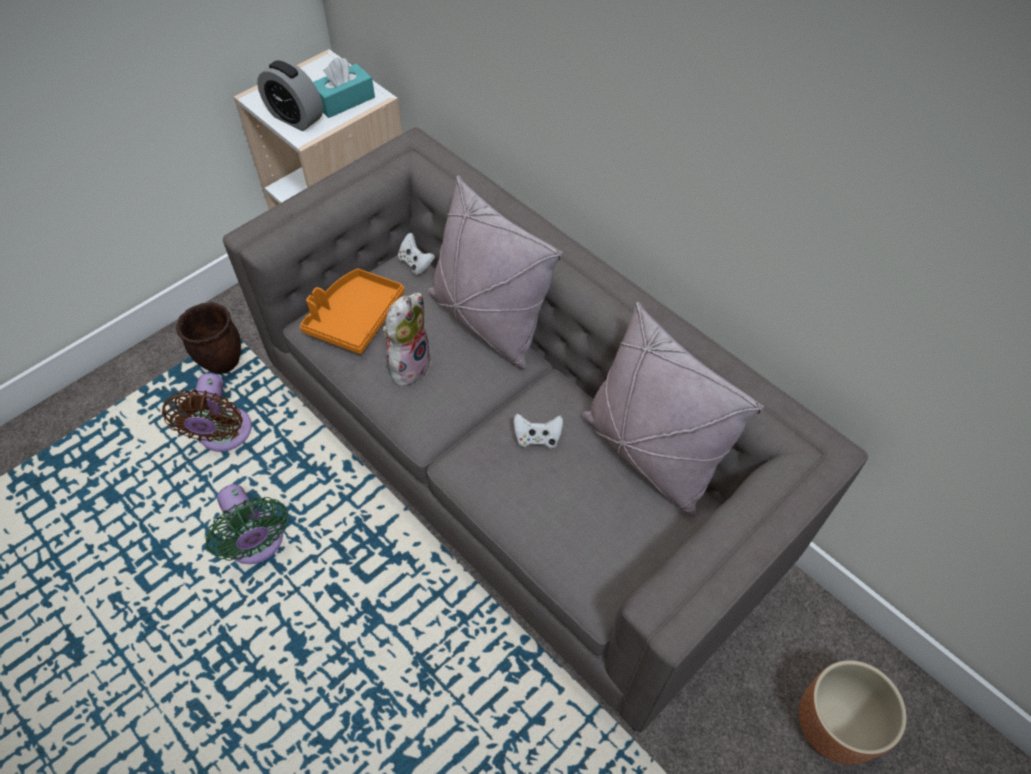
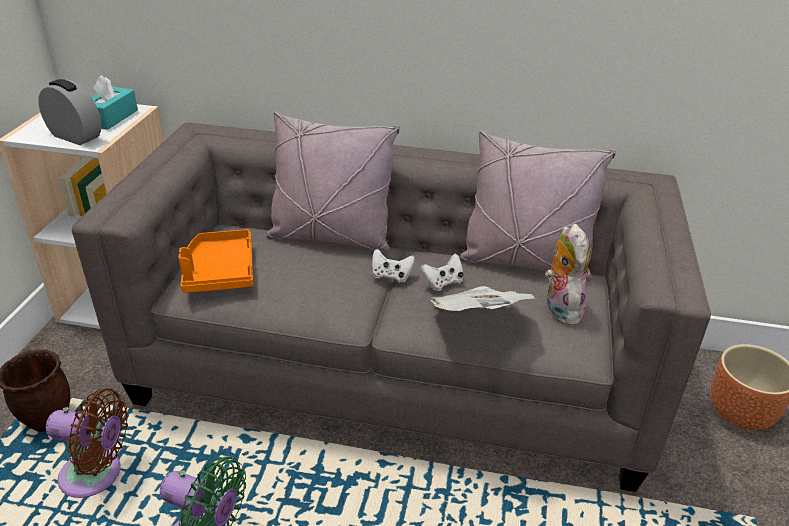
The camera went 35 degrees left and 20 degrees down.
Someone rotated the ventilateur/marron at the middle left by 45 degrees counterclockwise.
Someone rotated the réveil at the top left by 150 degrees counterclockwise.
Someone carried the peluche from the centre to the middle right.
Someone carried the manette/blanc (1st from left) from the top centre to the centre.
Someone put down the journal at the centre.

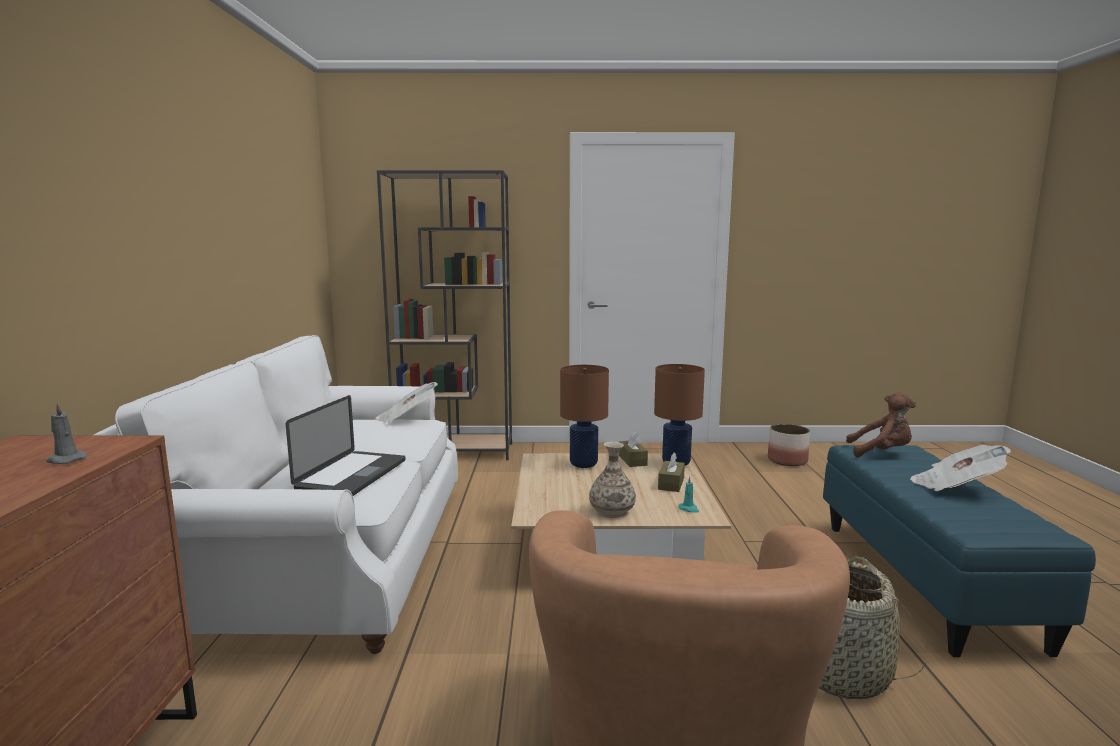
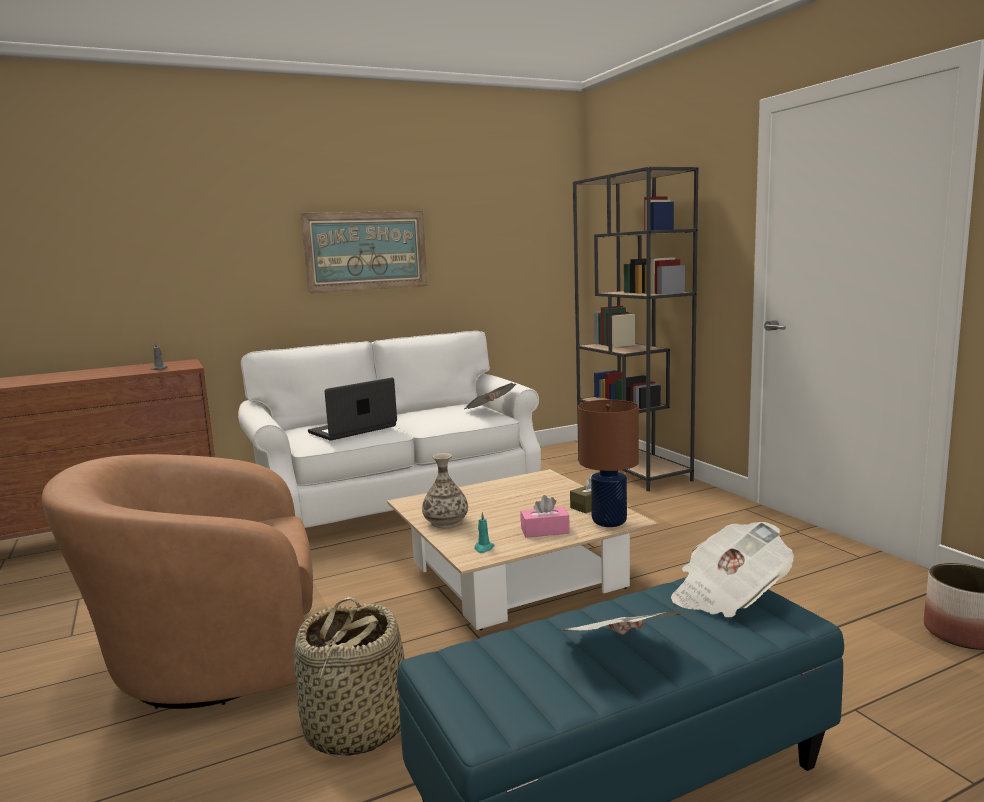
The camera went 65 degrees right and 0 degrees up.
Someone rotated the ordinateur portable at the middle left by 150 degrees clockwise.
Someone took away the lampe de table/marron (1st from left) at the centre.
Someone repainted the boîte à mouchoirs/marron (2nd from left) at the centre, which became the boîte à mouchoirs/rose at the centre.
Someone swapped the peluche/marron at the middle right for the journal (3rd from left) at the bottom right.
Someone put up the tableau at the top centre.

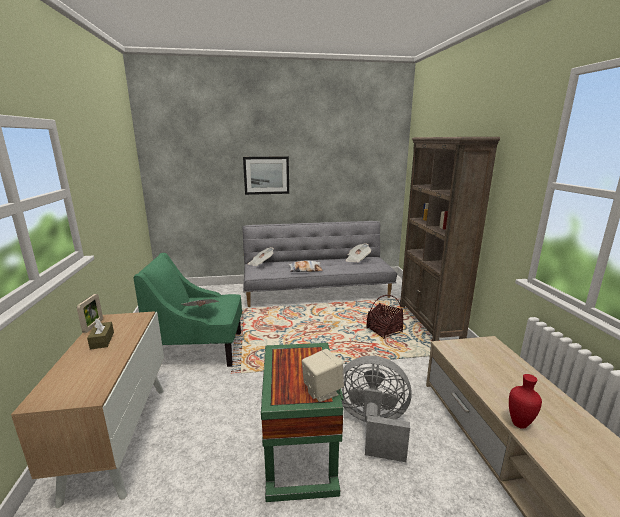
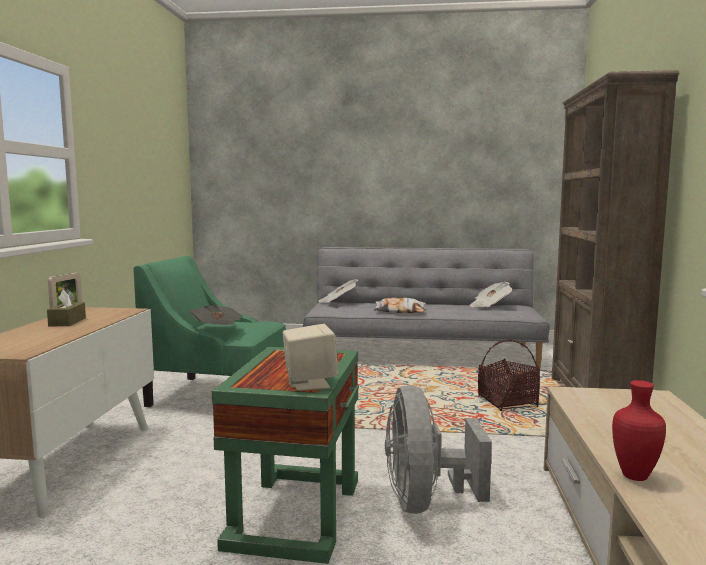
The camera went 15 degrees right and 10 degrees down.
Someone took away the tableau at the centre.
Someone rotated the ventilateur/gris at the bottom centre by 120 degrees counterclockwise.

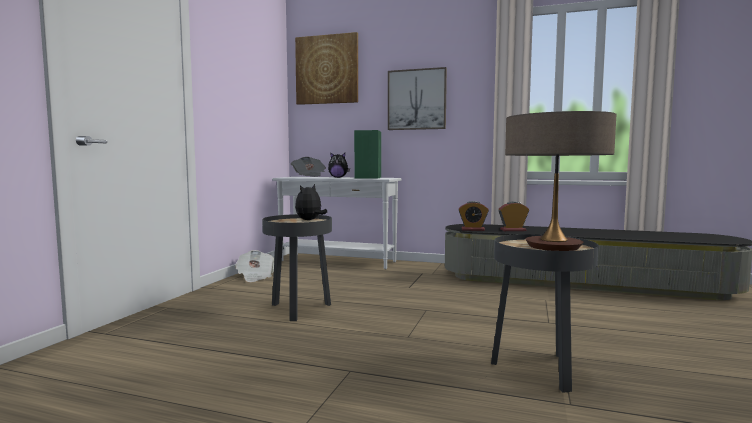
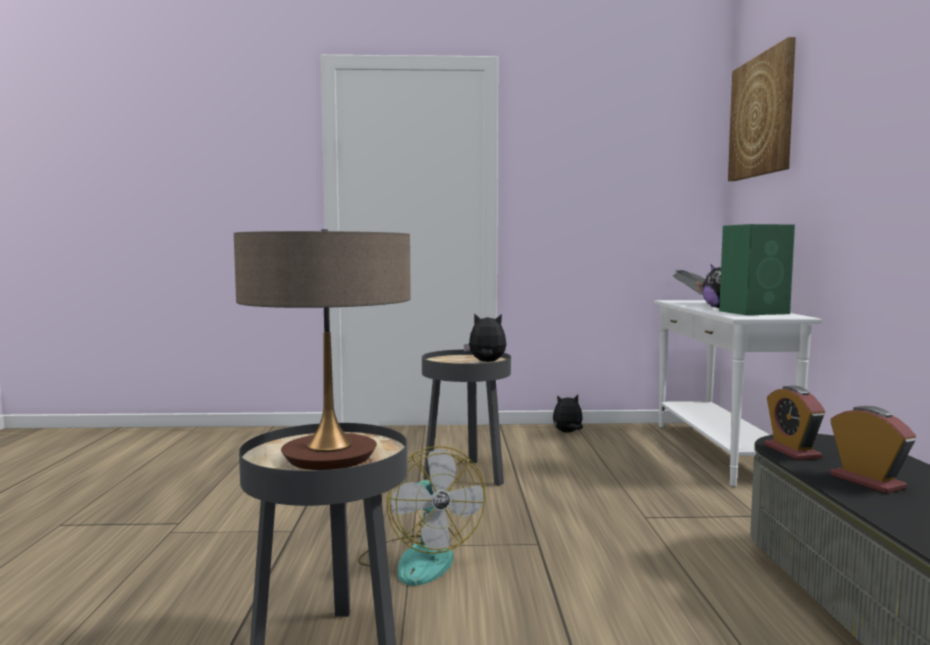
The camera went 70 degrees right and 0 degrees up.
Someone swapped the journal (1st from left) at the centre for the peluche (2nd from left) at the centre.
Someone took away the tableau (2nd from left) at the top centre.
Someone put down the ventilateur at the bottom centre.

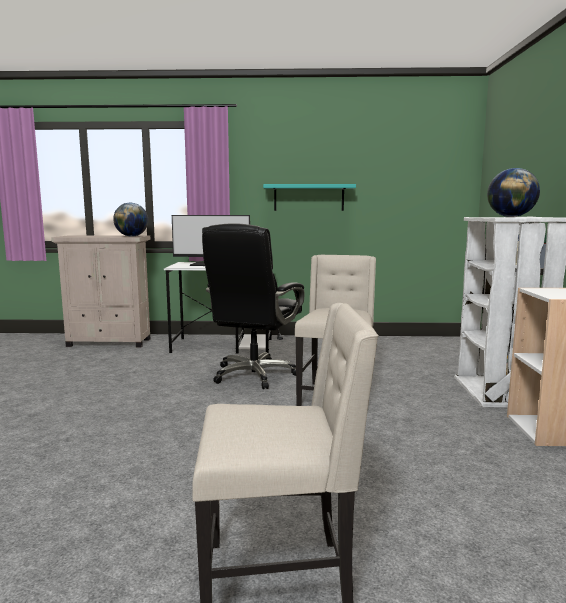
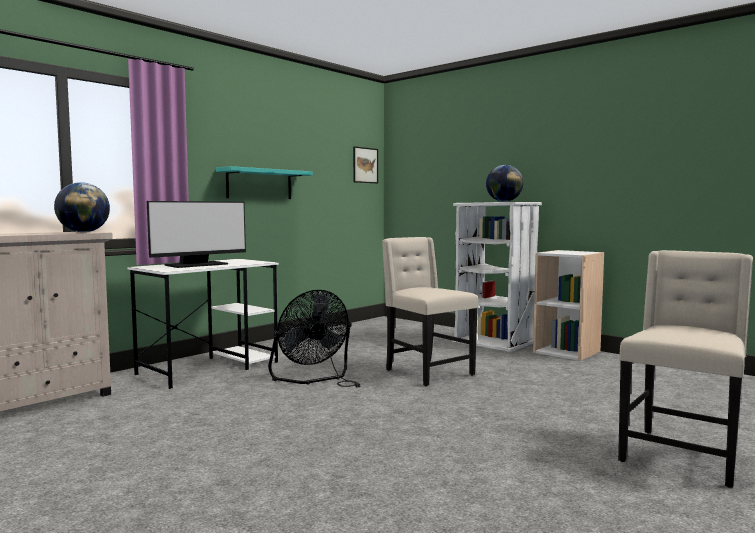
The camera went 50 degrees left and 5 degrees down.
Someone swapped the chaise de bureau/noir at the centre for the ventilateur/noir at the centre.
Someone put up the tableau at the top centre.

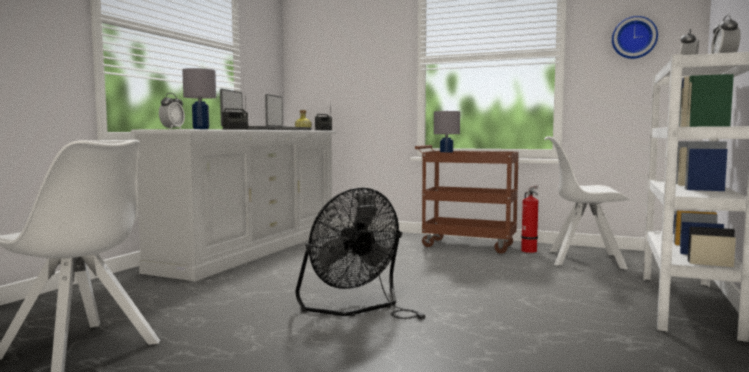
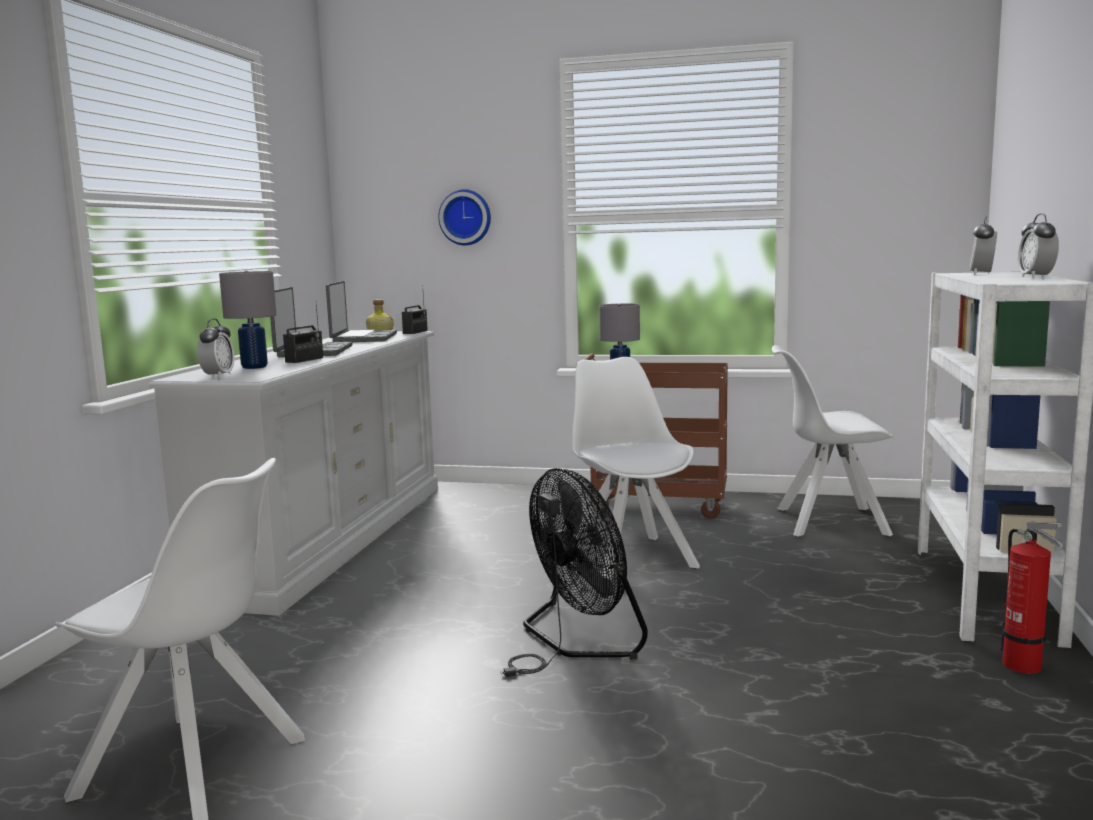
The camera went 10 degrees left and 5 degrees up.
Someone rotated the ventilateur/noir at the bottom centre by 105 degrees clockwise.
Someone carried the extincteur from the middle right to the bottom right.
Someone carried the horloge murale from the top right to the top centre.
Someone put down the chaise/blanc (2nd from left) at the centre.

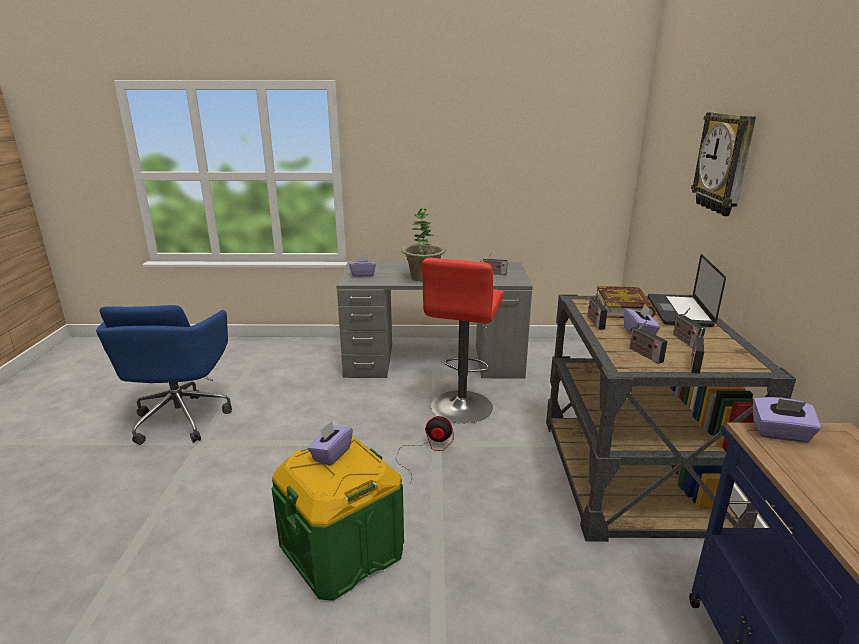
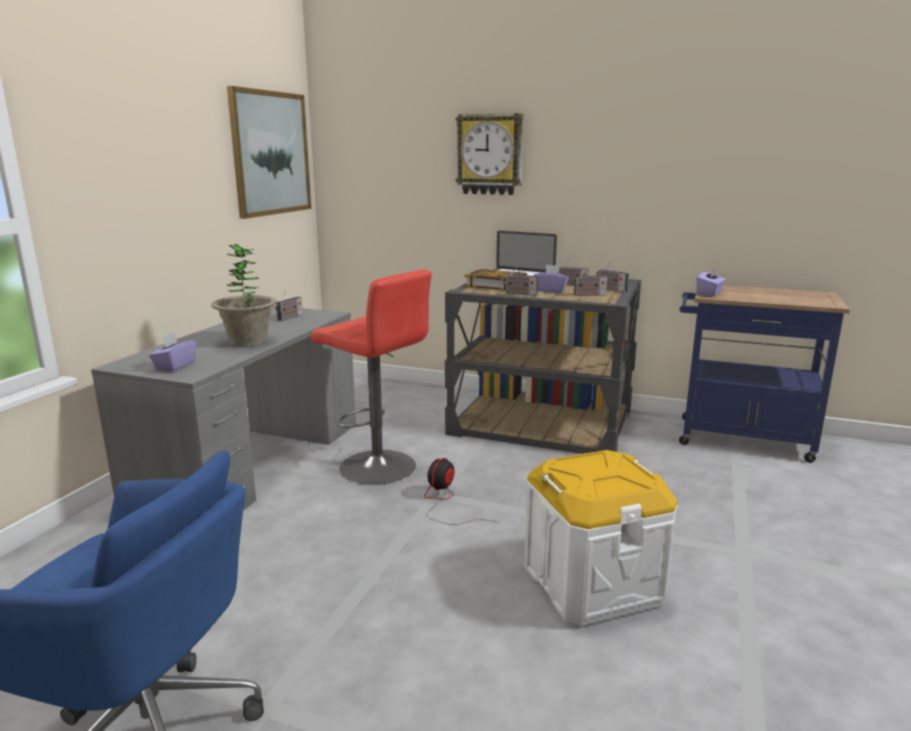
The camera went 70 degrees left and 5 degrees down.
Someone repainted the boîte de rangement/vert at the bottom centre, which became the boîte de rangement/blanc at the bottom centre.
Someone took away the boîte à mouchoirs/violet (1st from left) at the bottom centre.
Someone put up the tableau at the top left.

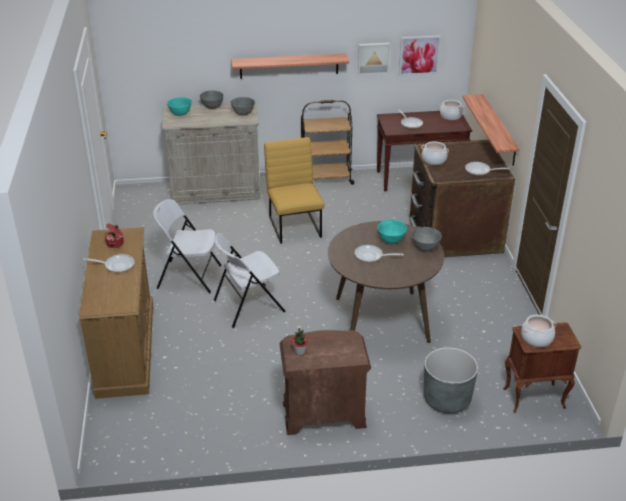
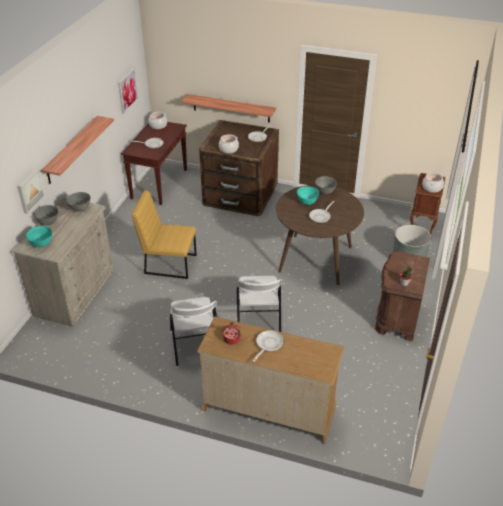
The camera went 65 degrees left and 5 degrees up.
Someone rotated the chaise/blanc (1st from left) at the middle left by 45 degrees counterclockwise.
Someone took away the chariot/marron at the top centre.
Someone carried the tableau (1st from left) from the top centre to the middle left.

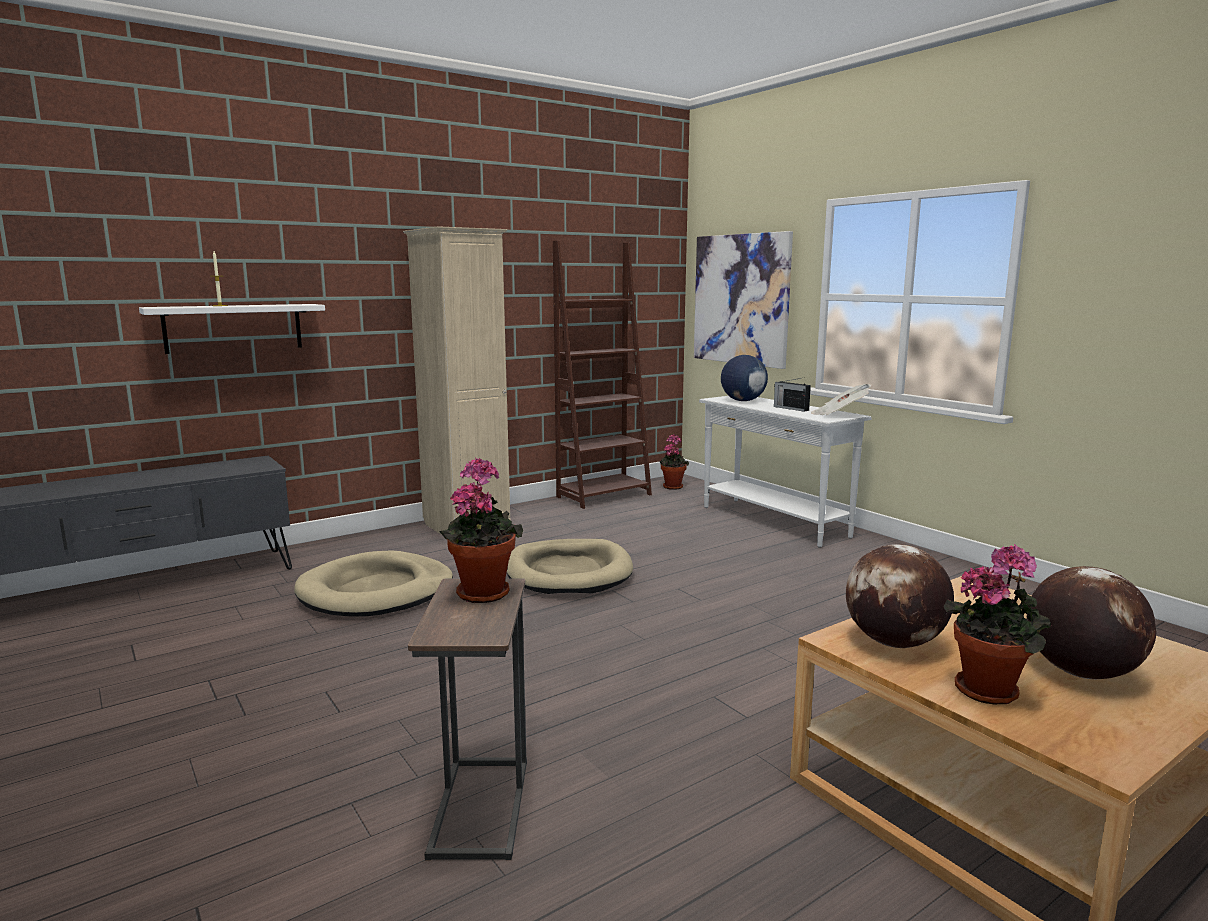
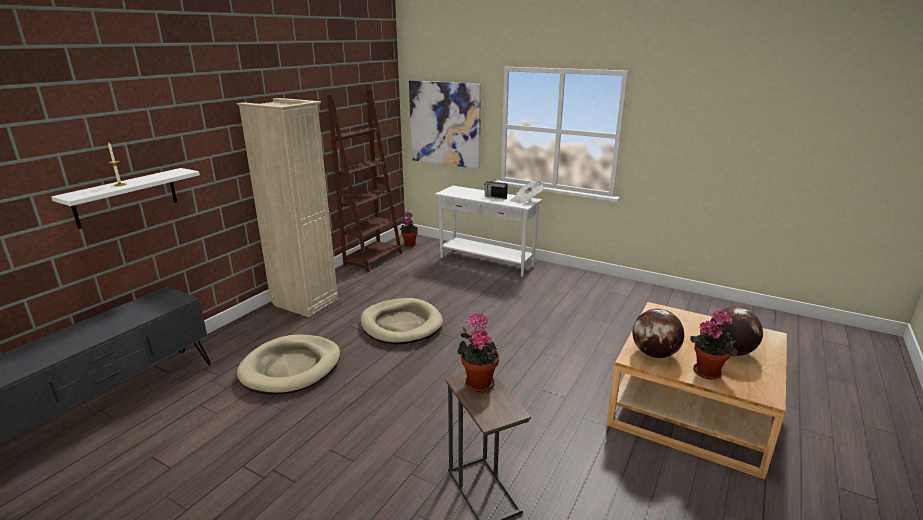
The camera went 25 degrees left and 10 degrees up.
Someone took away the globe (1st from left) at the centre.

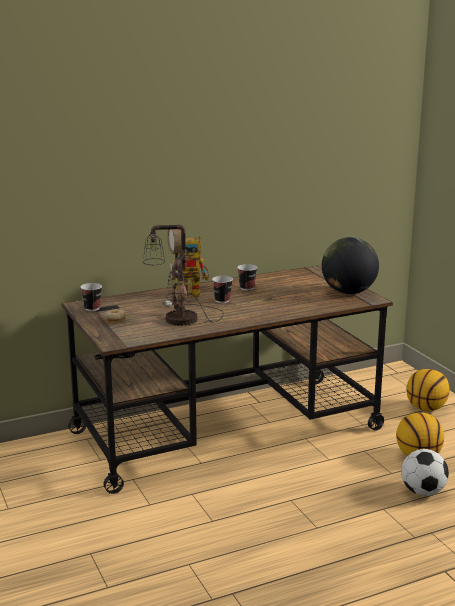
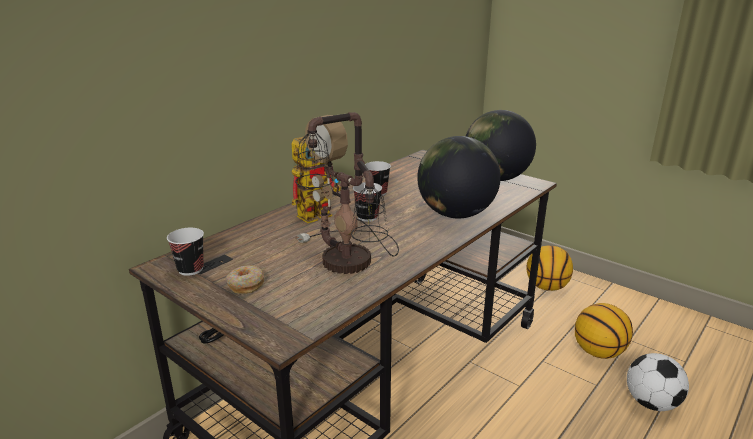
The camera went 25 degrees left and 5 degrees up.
Someone put down the globe (1st from left) at the centre.

